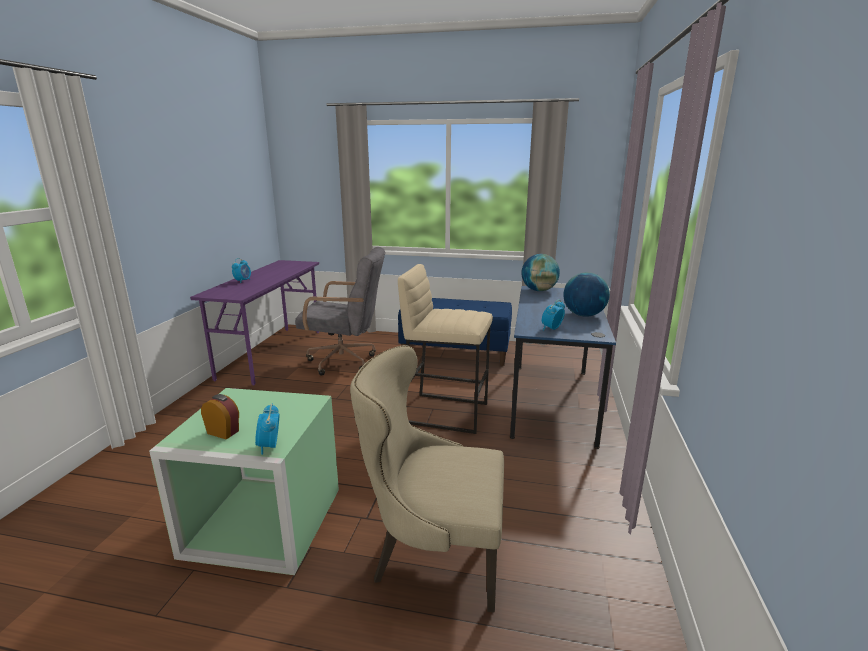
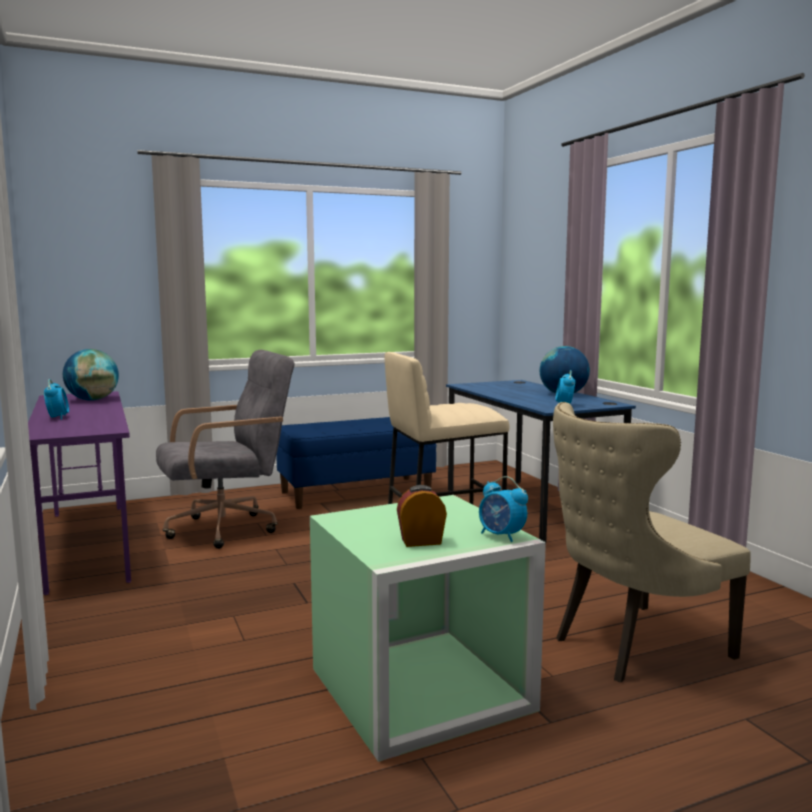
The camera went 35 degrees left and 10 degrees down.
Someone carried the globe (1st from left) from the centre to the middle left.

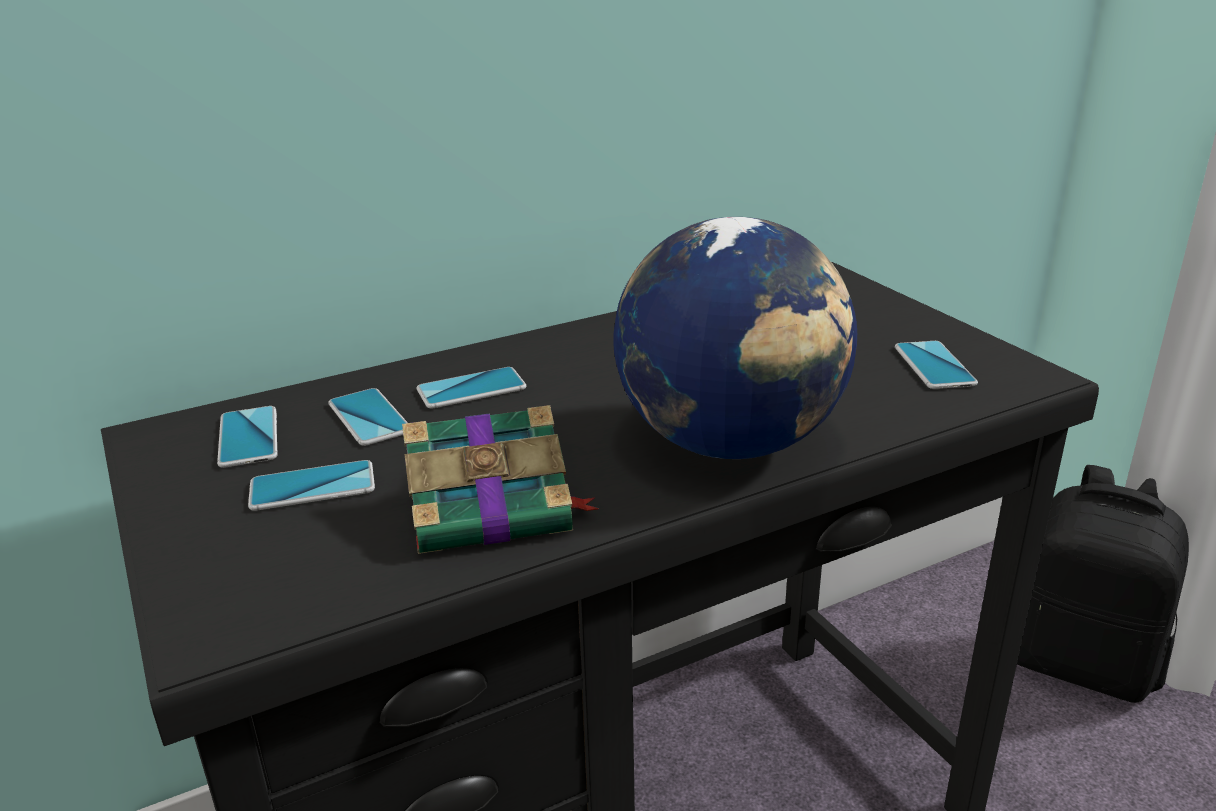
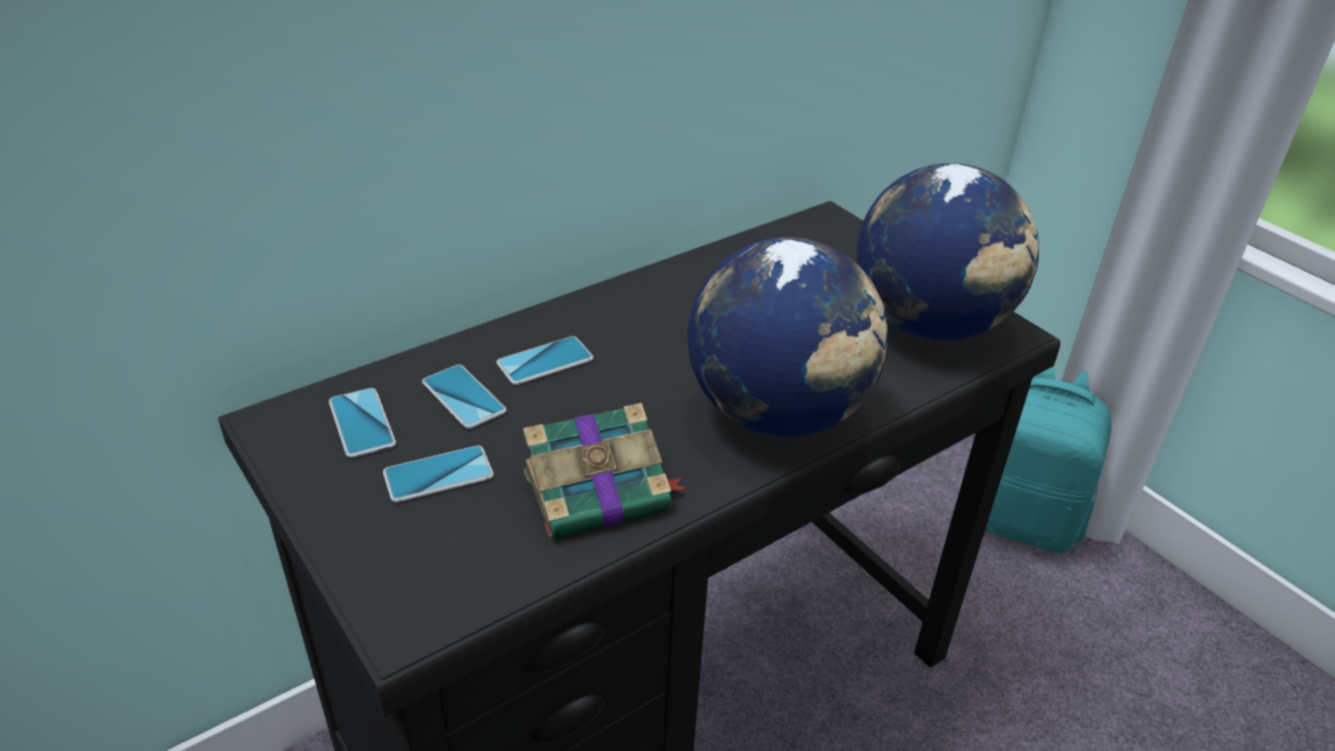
The camera went 10 degrees left and 10 degrees up.
Someone swapped the téléphone (5th from left) at the middle right for the globe (2nd from left) at the middle right.
Someone repainted the sac à dos/noir at the bottom right, which became the sac à dos/turquoise at the middle right.

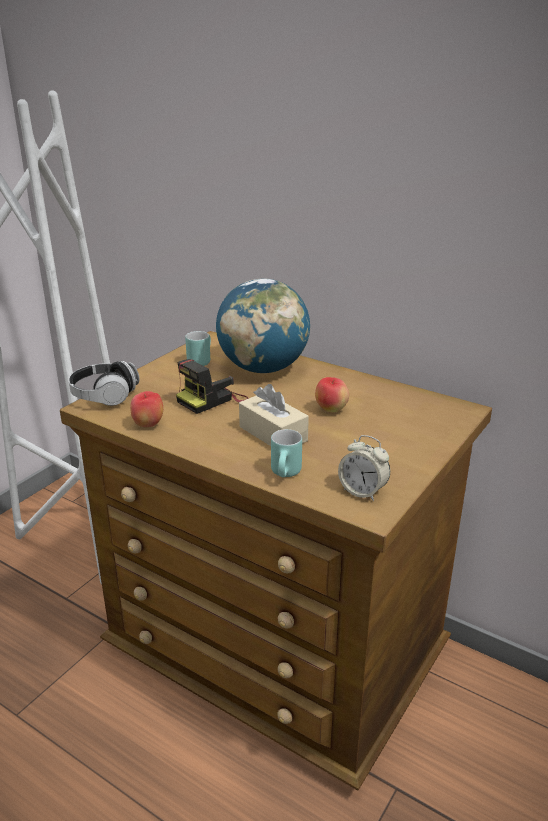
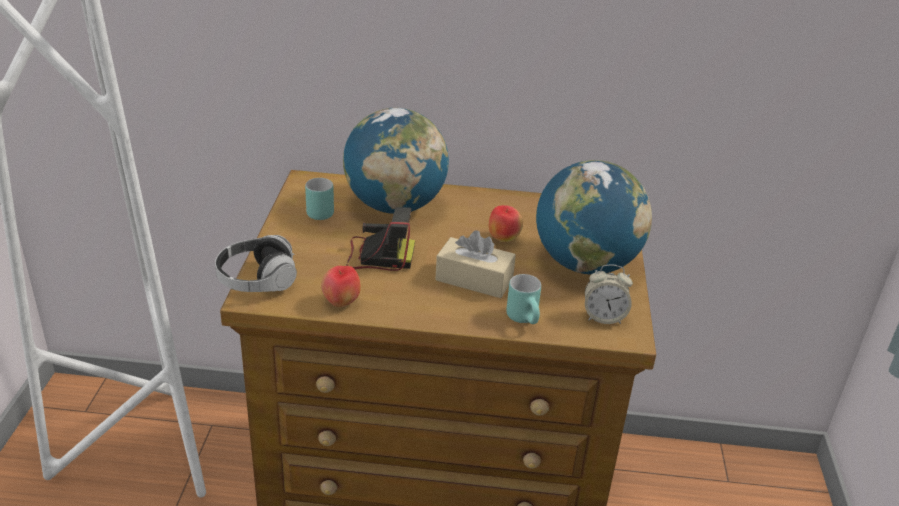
The camera went 30 degrees left and 5 degrees up.
Someone rotated the appareil photo at the centre by 105 degrees counterclockwise.
Someone put down the globe (2nd from left) at the centre.

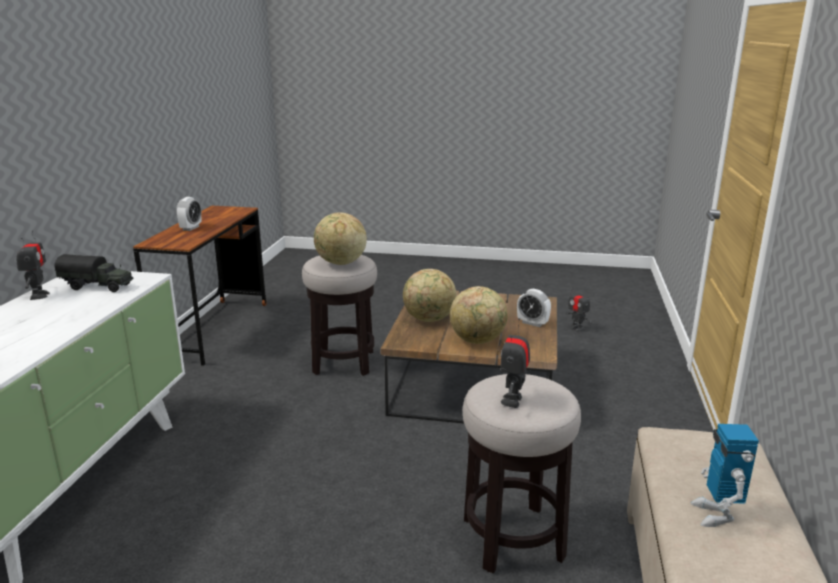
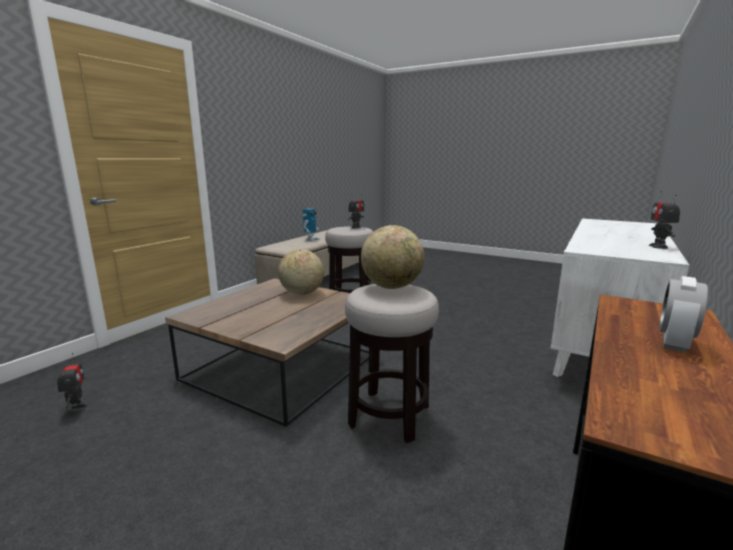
The camera went 160 degrees left and 5 degrees down.
Someone took away the camion jouet at the middle left.
Someone took away the globe (2nd from left) at the centre.
Someone took away the réveil (2nd from left) at the centre.

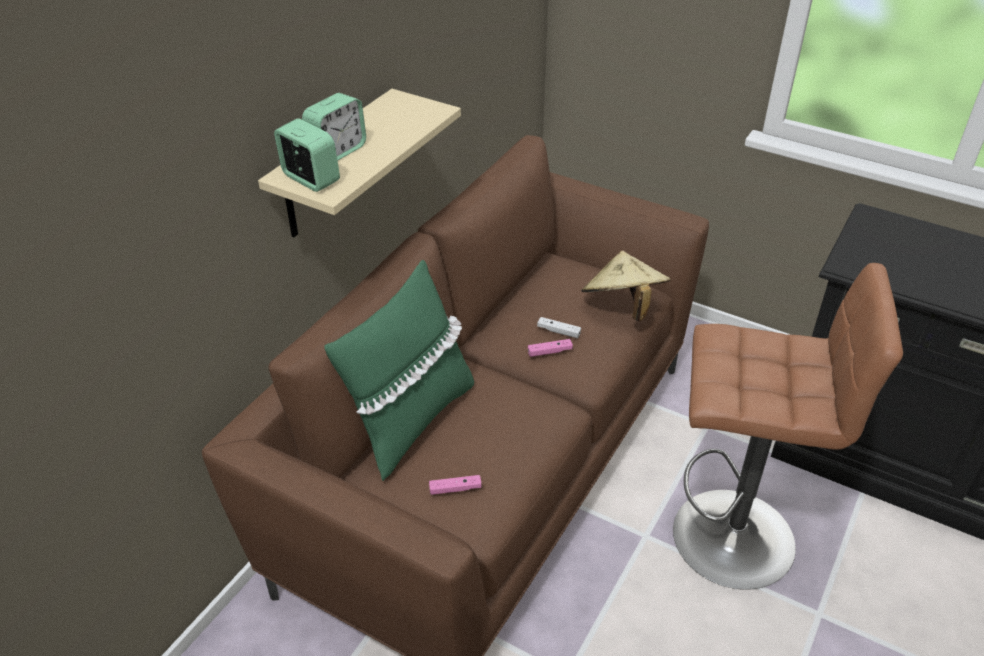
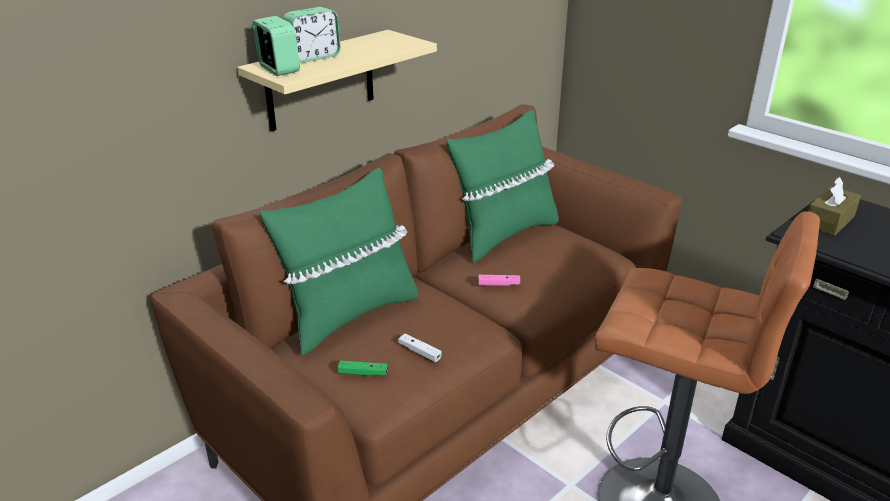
The camera went 15 degrees right and 10 degrees down.
Someone repainted the manette/rose (1st from left) at the bottom centre, which became the manette/vert at the bottom centre.
Someone carried the manette/blanc from the centre to the bottom centre.
Someone took away the chapeau/beige at the centre.
Someone put down the coussin/vert (2nd from left) at the centre.
Someone put down the boîte à mouchoirs/marron at the middle right.

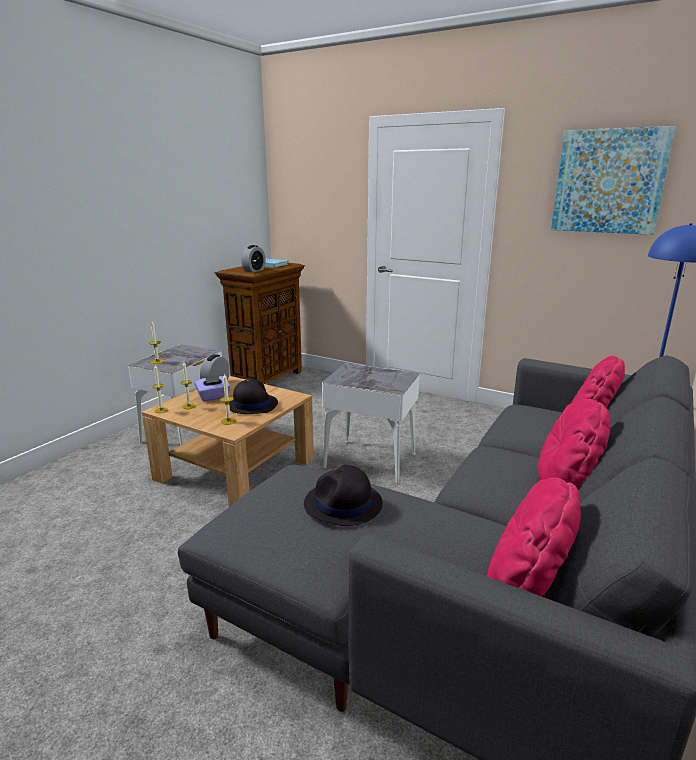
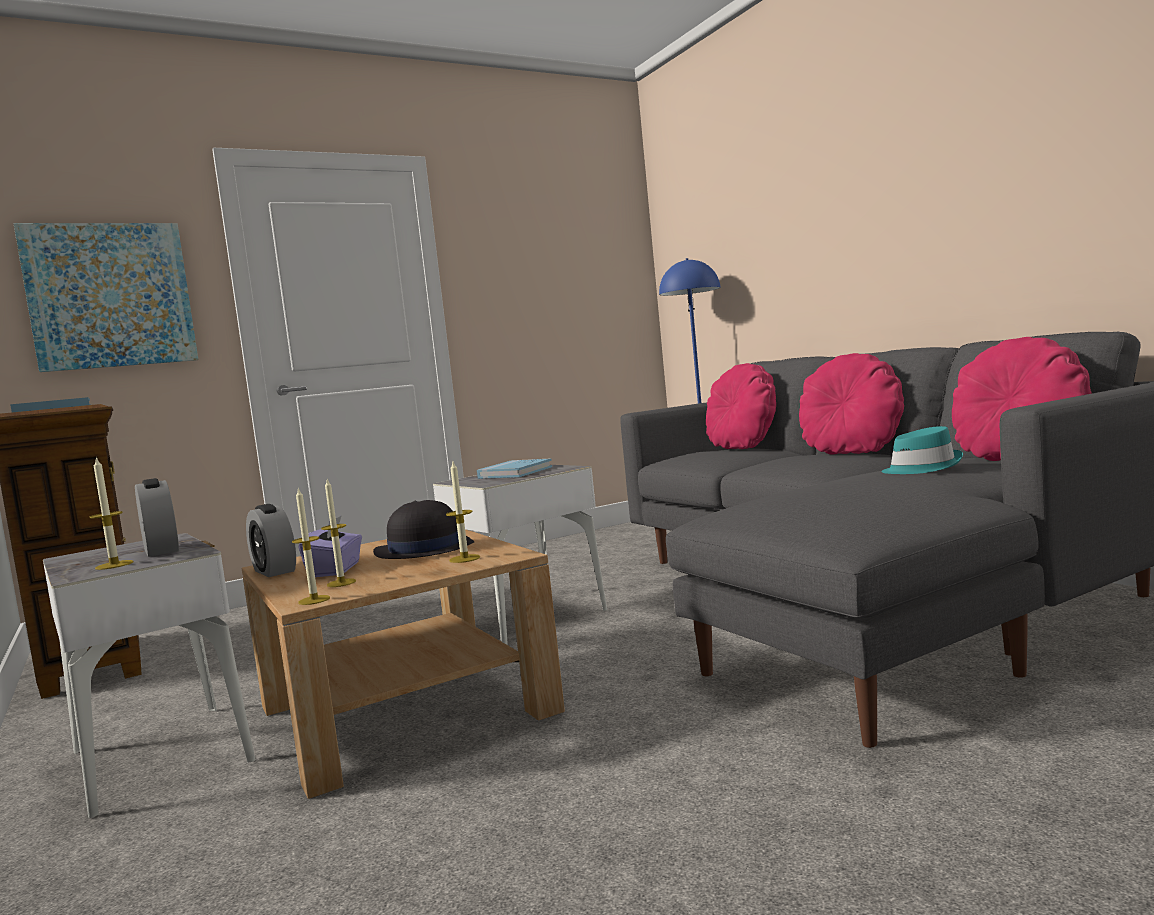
The camera went 60 degrees left and 15 degrees down.
Someone carried the réveil (2nd from left in the first image) from the centre to the middle left.
Someone took away the chapeau/noir (2nd from left) at the centre.
Someone carried the tableau from the top right to the top left.
Someone put down the livre/bleu (2nd from left) at the centre.
Someone put down the chapeau/turquoise at the middle right.

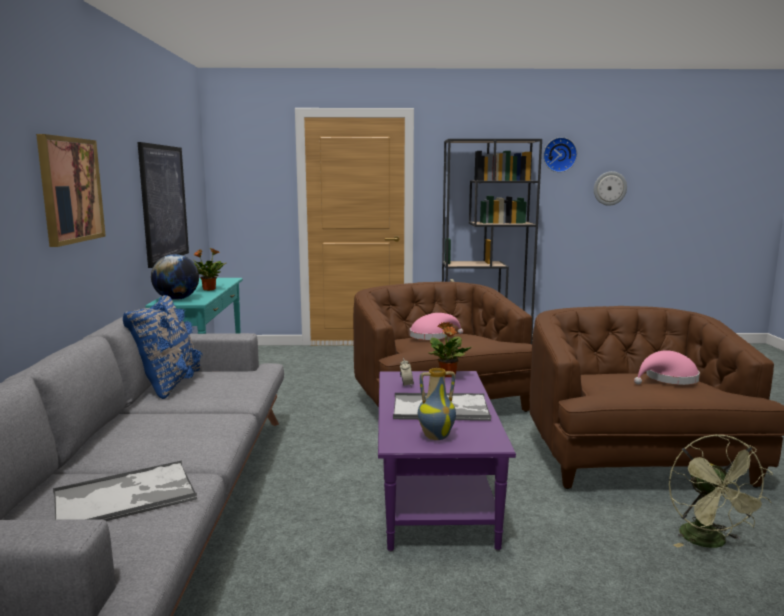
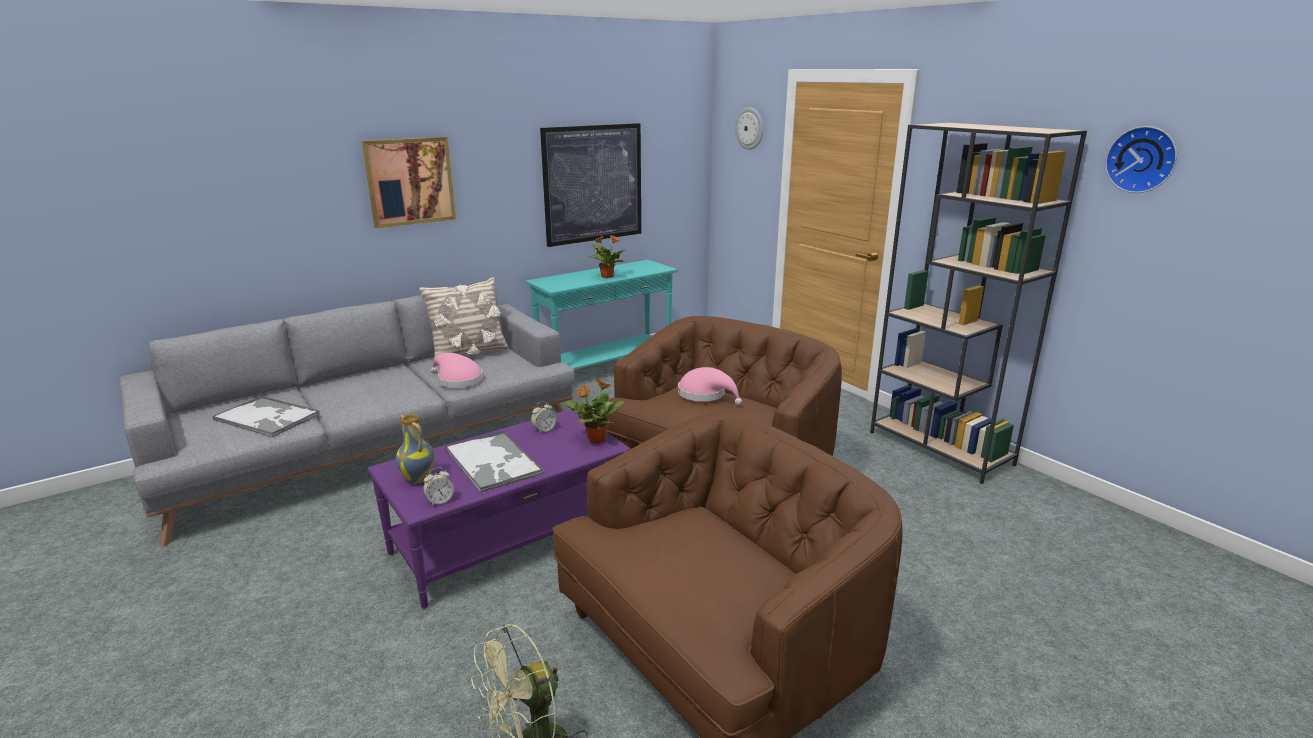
The camera went 55 degrees right and 10 degrees up.
Someone repainted the coussin/bleu at the middle left, which became the coussin/beige at the centre.
Someone took away the globe at the middle left.
Someone carried the horloge murale (2nd from left in the first image) from the top right to the top centre.
Someone carried the chapeau/rose (2nd from left in the first image) from the middle right to the centre.
Someone put down the réveil (1st from left) at the centre.

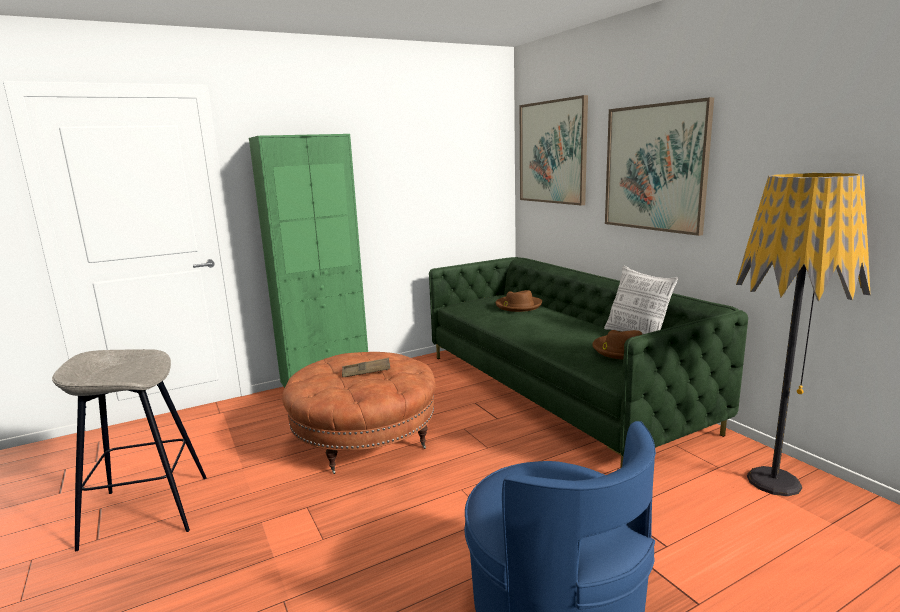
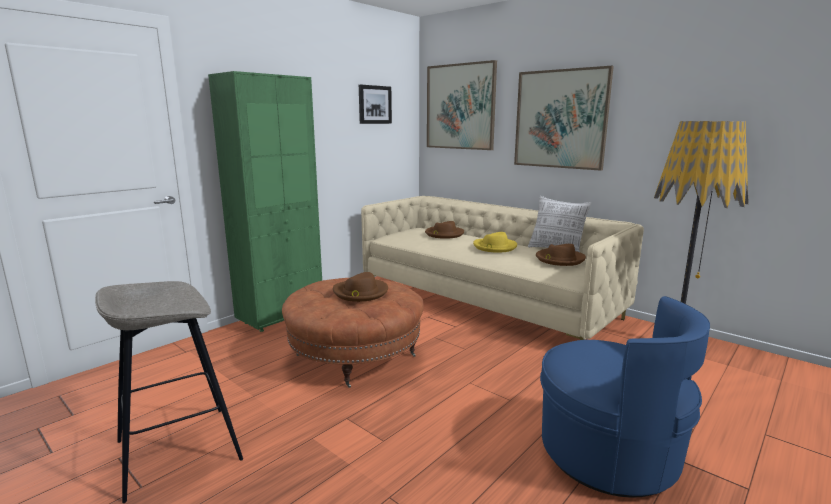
The camera went 20 degrees left and 0 degrees up.
Someone swapped the plateau/marron at the centre for the chapeau/marron (1st from left) at the centre.
Someone repainted the canapé/vert at the centre, which became the canapé/beige at the centre.
Someone put up the tableau (1st from left) at the top centre.
Someone put down the chapeau/jaune at the centre.

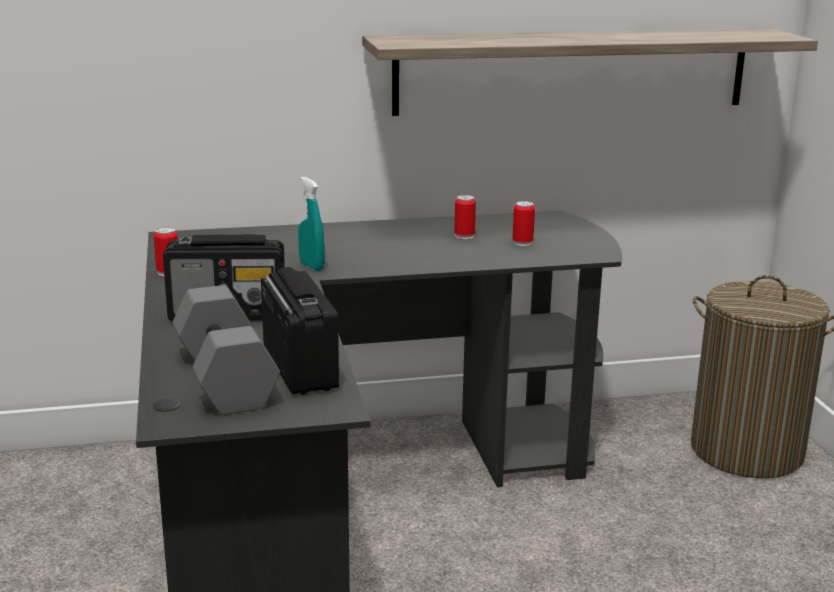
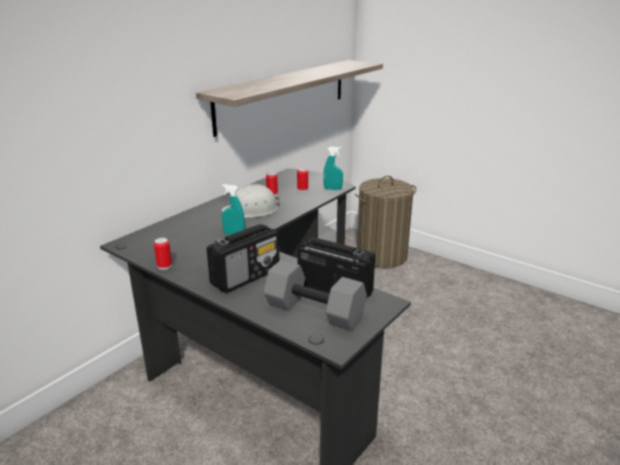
The camera went 40 degrees left and 5 degrees up.
Someone put down the casque de chantier/blanc at the centre.
Someone put down the vaporisateur/turquoise (2nd from left) at the centre.

